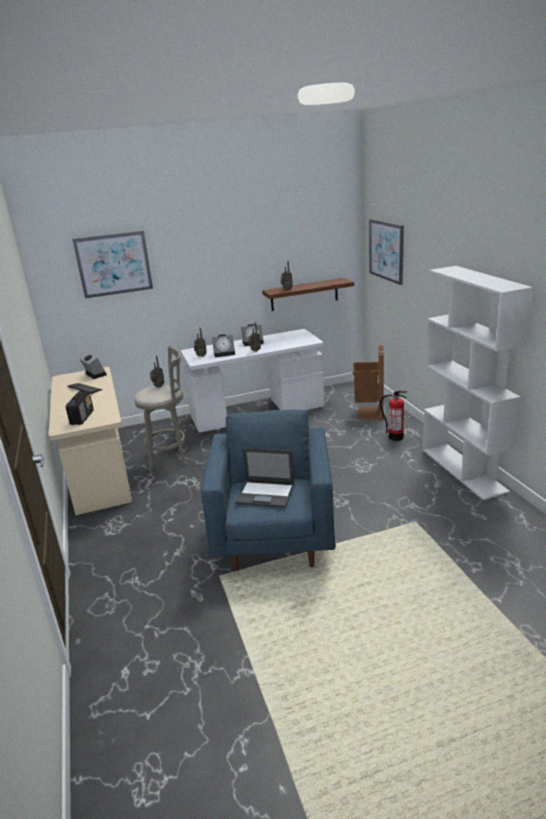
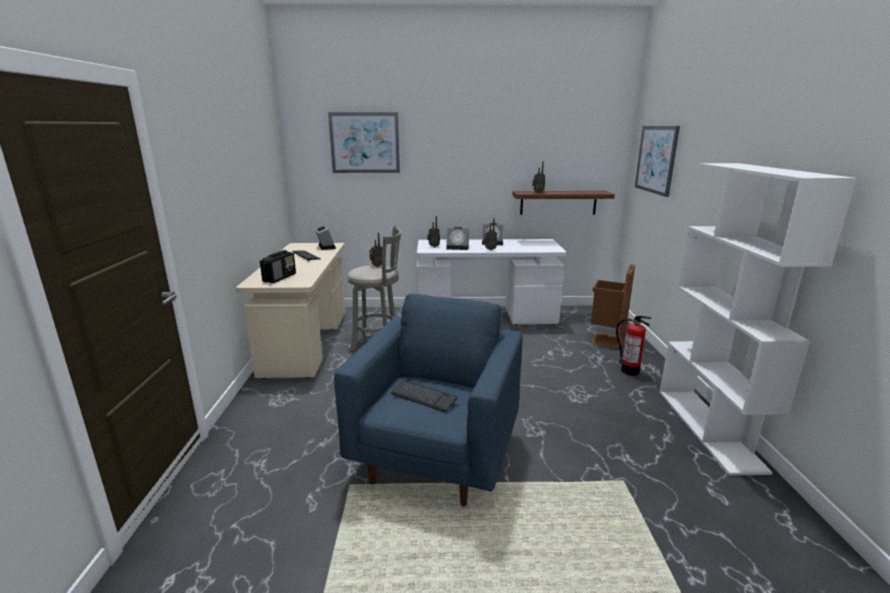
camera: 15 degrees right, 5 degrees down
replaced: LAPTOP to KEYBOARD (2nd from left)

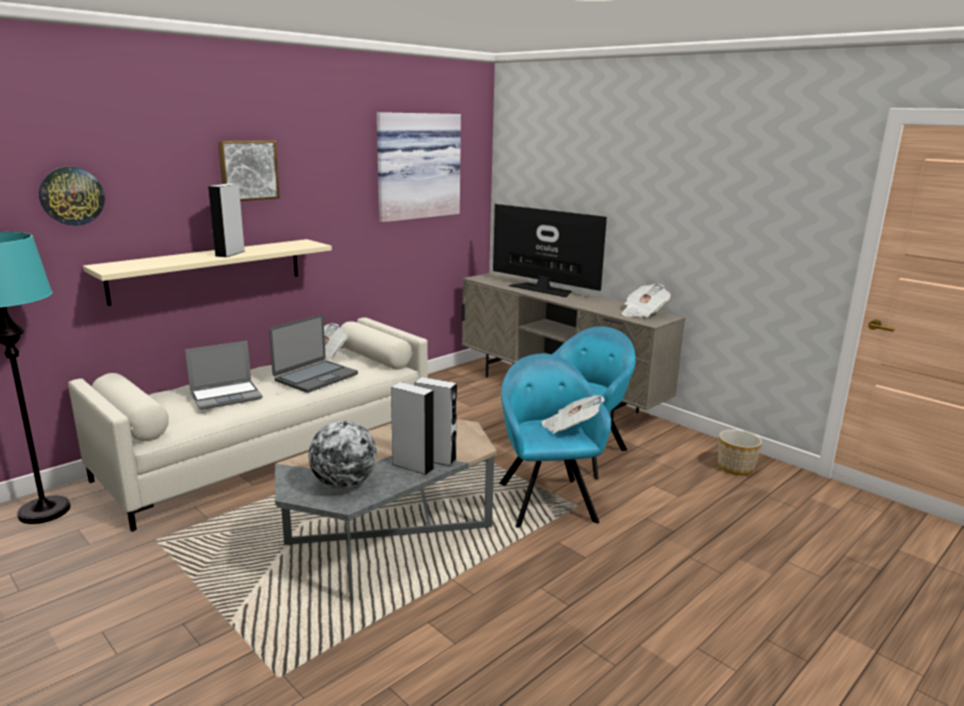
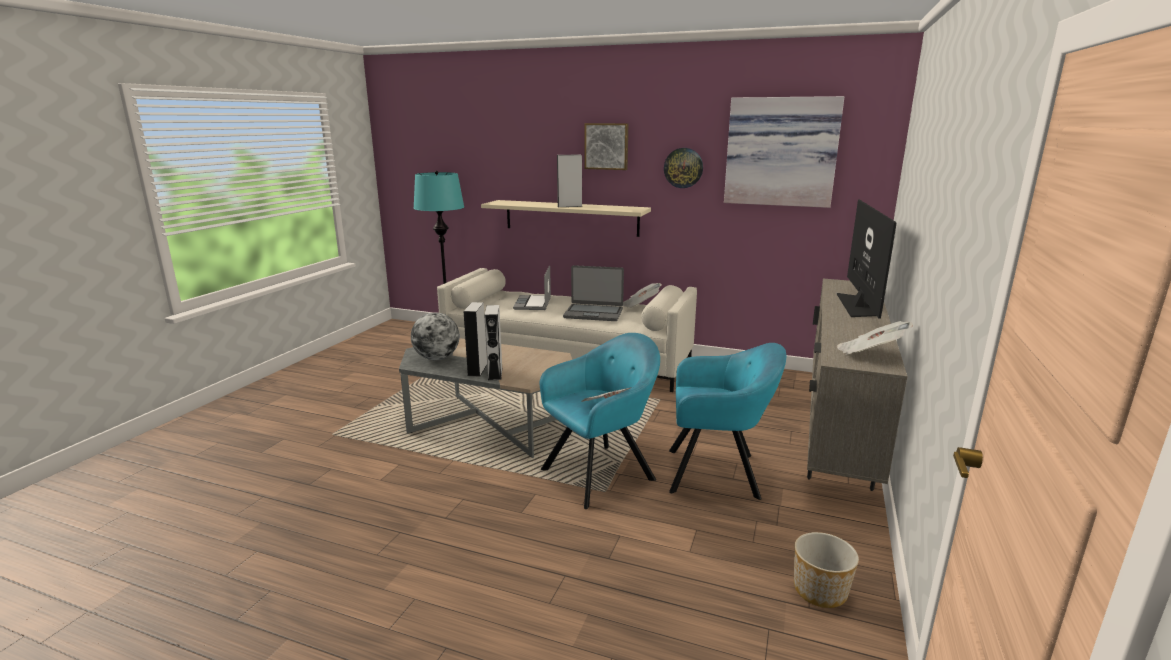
camera: 65 degrees right, 0 degrees up
moved: WALL CLOCK
turned: LAPTOP (1st from left) 60 degrees clockwise

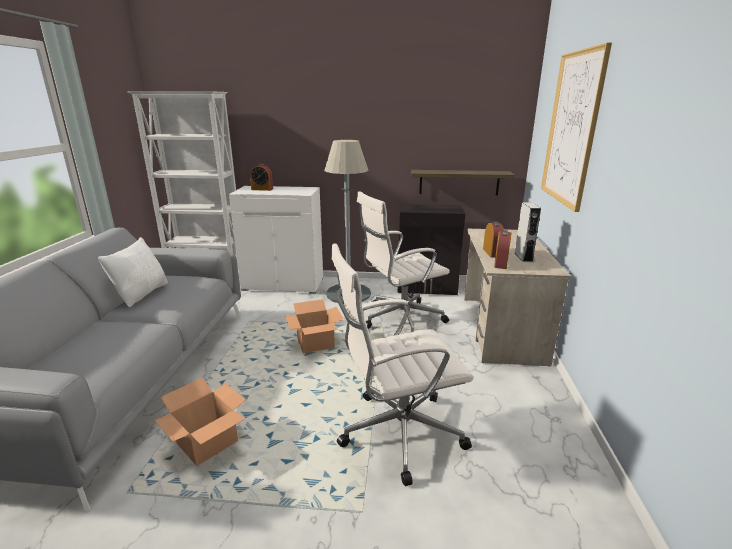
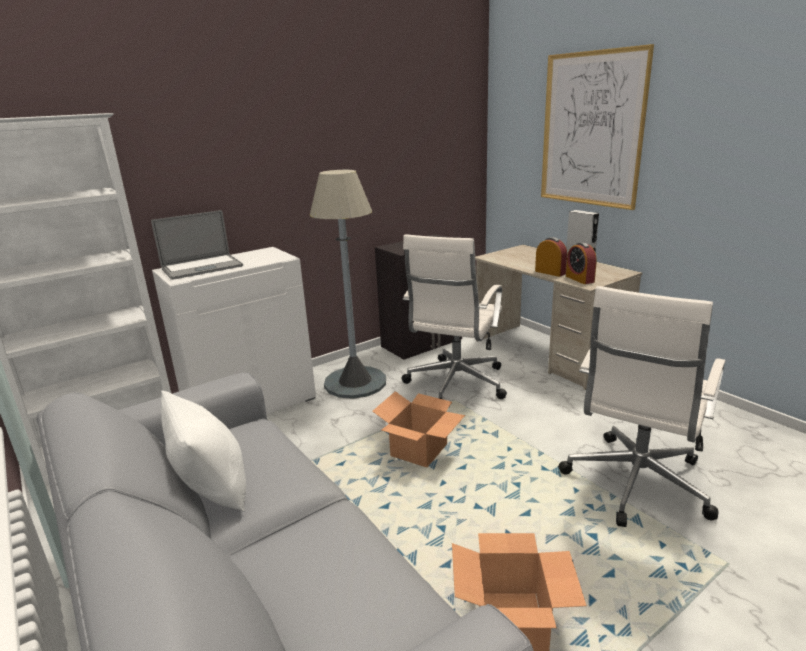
camera: 40 degrees left, 0 degrees up
removed: SHELF
replaced: ALARM CLOCK (1st from left) to LAPTOP

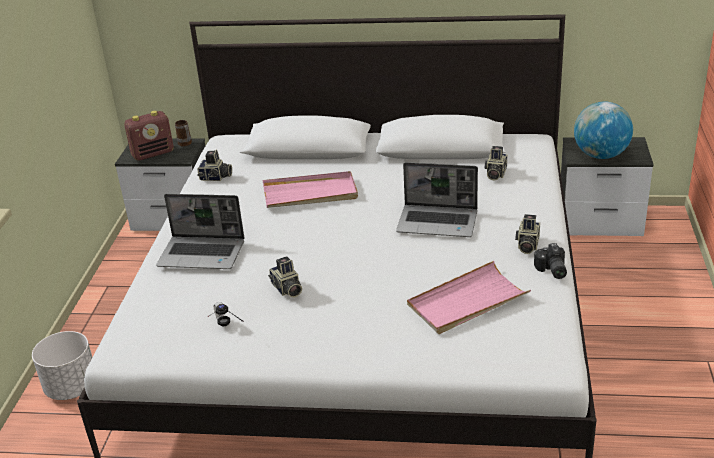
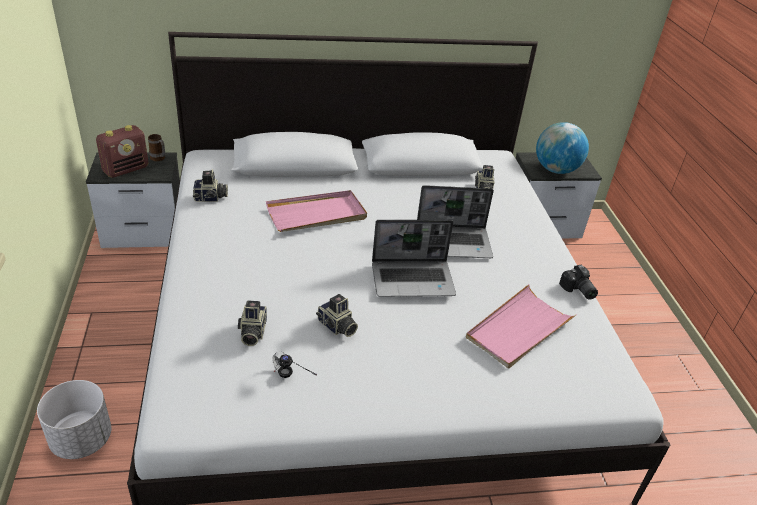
camera: 20 degrees left, 5 degrees up
moved: LAPTOP (1st from left); PHOTO CAMERA (4th from left in the first image) to PHOTO CAMERA (2nd from left)

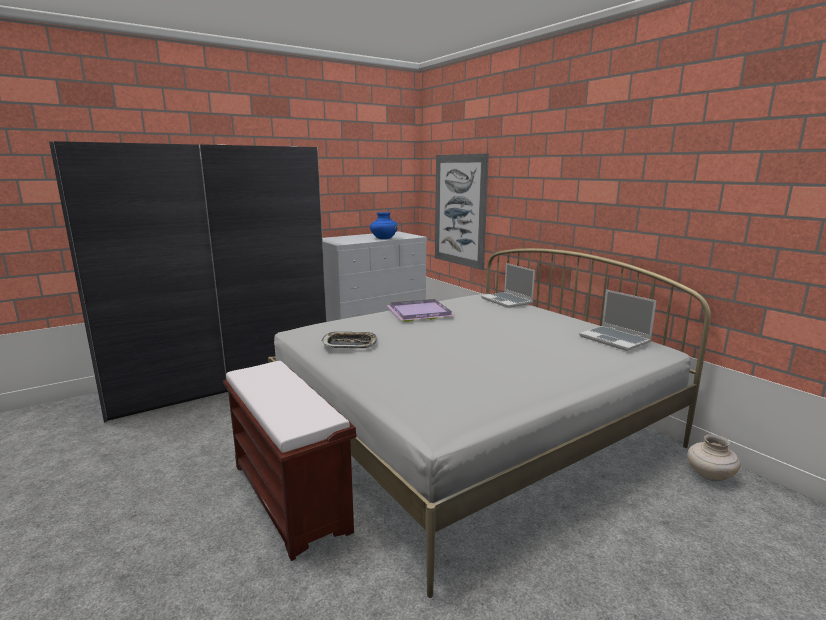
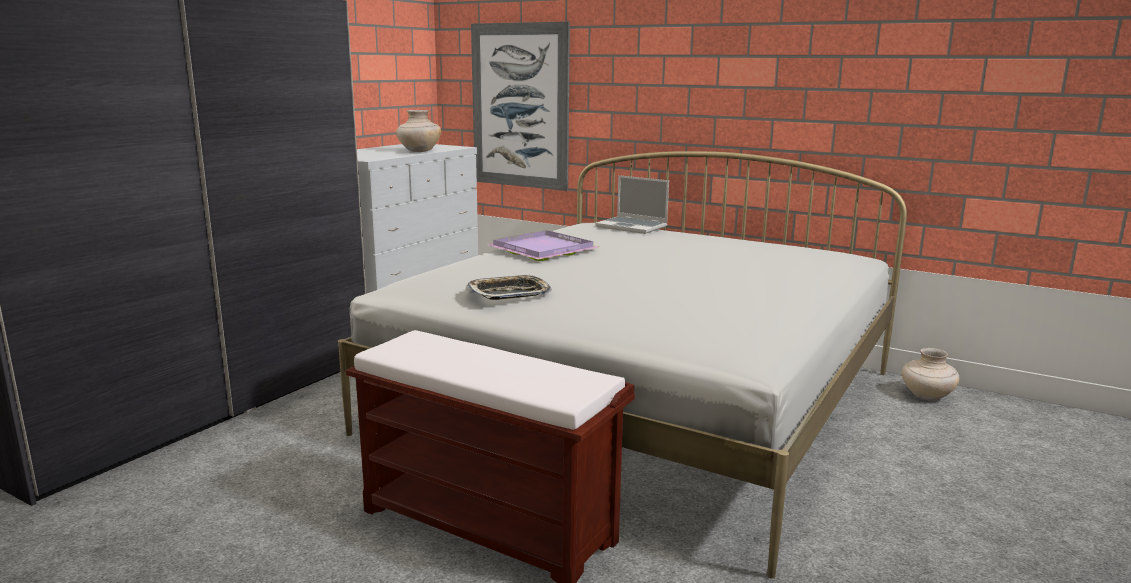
camera: 25 degrees left, 0 degrees up
removed: LAPTOP (2nd from left)
recoloured: BLUE VASE to BEIGE VASE (1st from left)

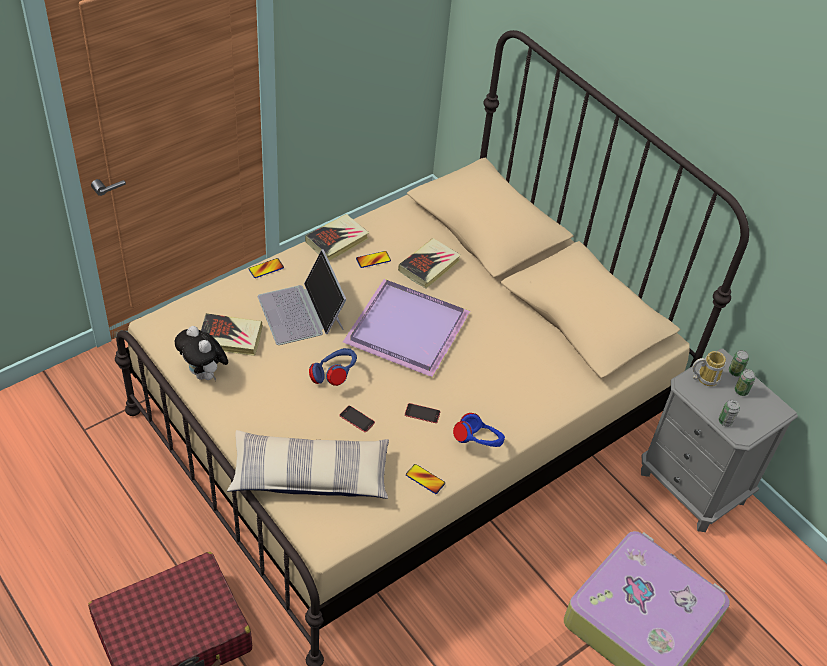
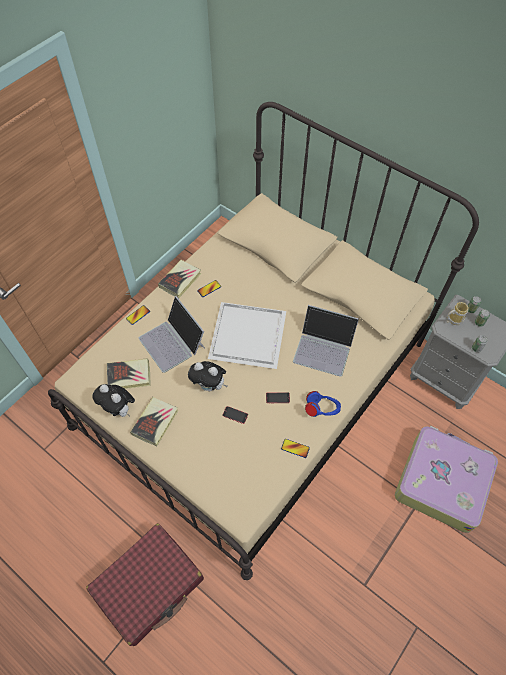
camera: 10 degrees left, 10 degrees up
removed: PILLOW
added: LAPTOP (2nd from left)
moved: BOOK (3rd from left in the first image) to BOOK (2nd from left)
replaced: BLUE HEADPHONES (1st from left) to PLUSH TOY (2nd from left)
recoloured: PURPLE TRAY to WHITE TRAY

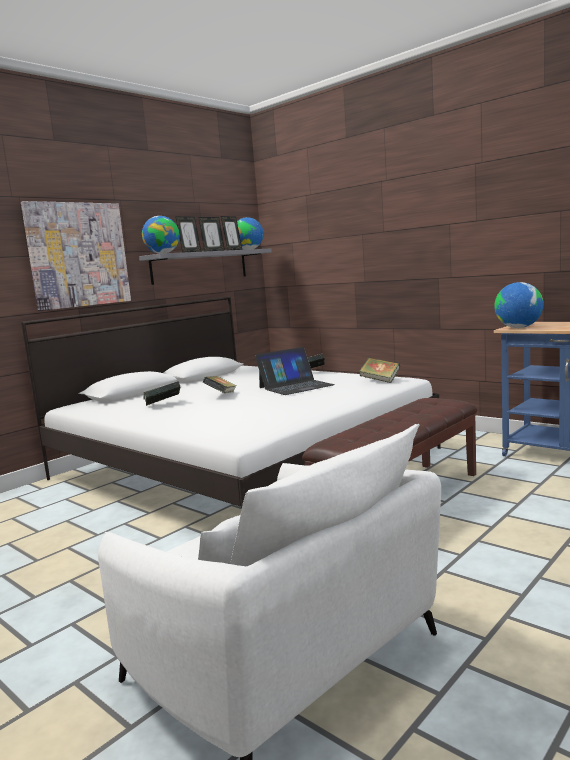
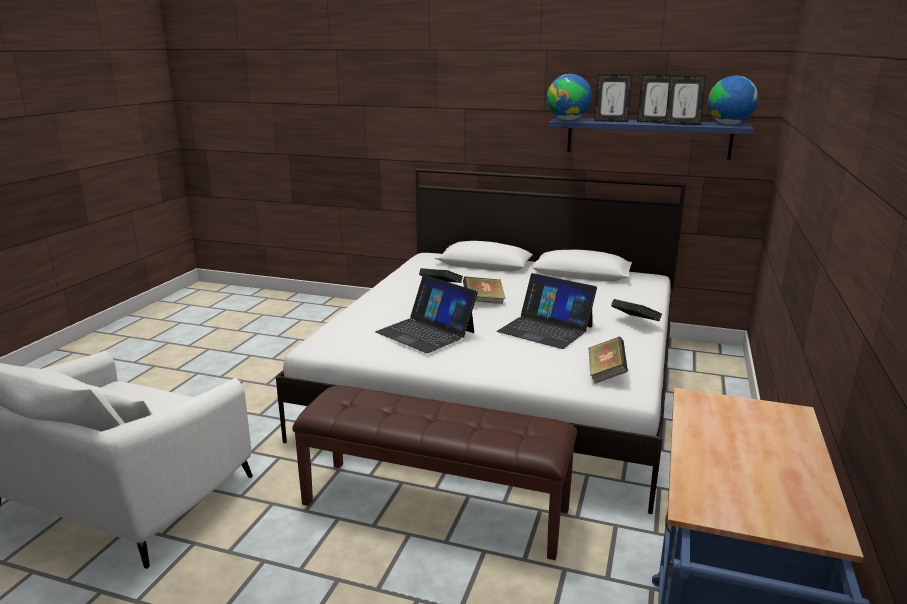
camera: 65 degrees right, 10 degrees up
removed: PICTURE; GLOBE (3rd from left)
added: LAPTOP (1st from left)
recoloured: GREY SHELF to BLUE SHELF

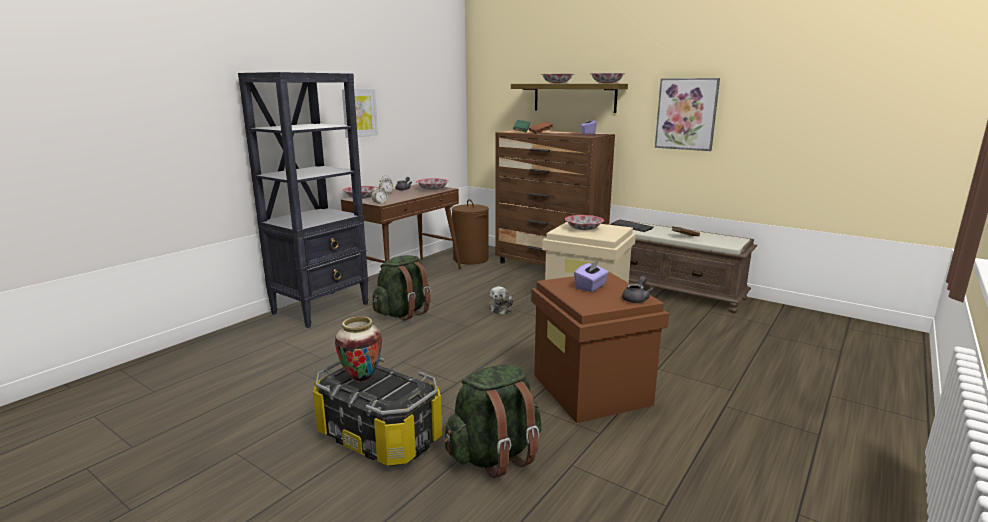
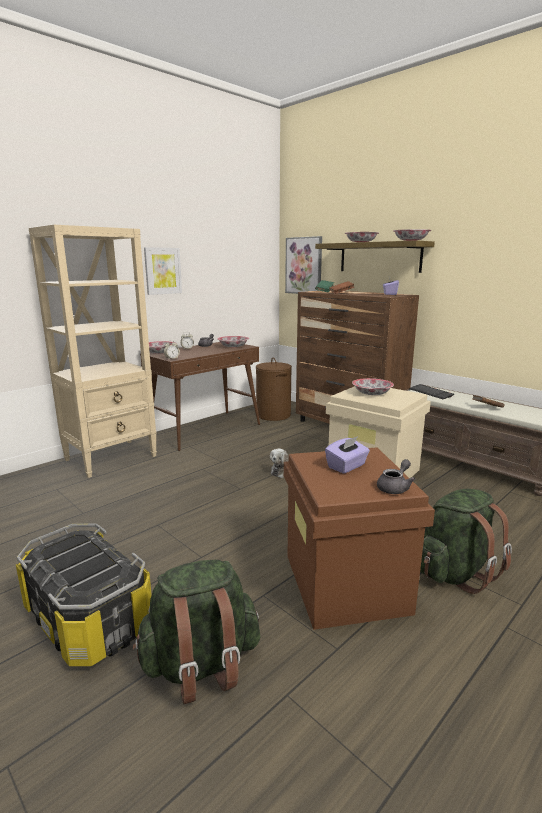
camera: 10 degrees right, 0 degrees up
removed: VASE
moved: GREEN BACKPACK (1st from left in the first image) to GREEN BACKPACK (2nd from left); PICTURE (2nd from left)
recoloured: BLACK BOOKCASE to BEIGE BOOKCASE

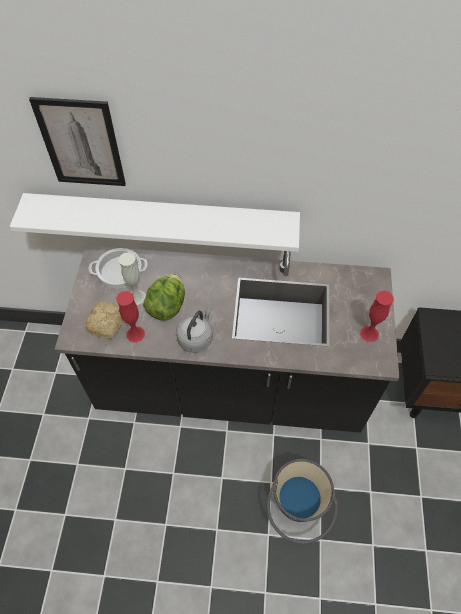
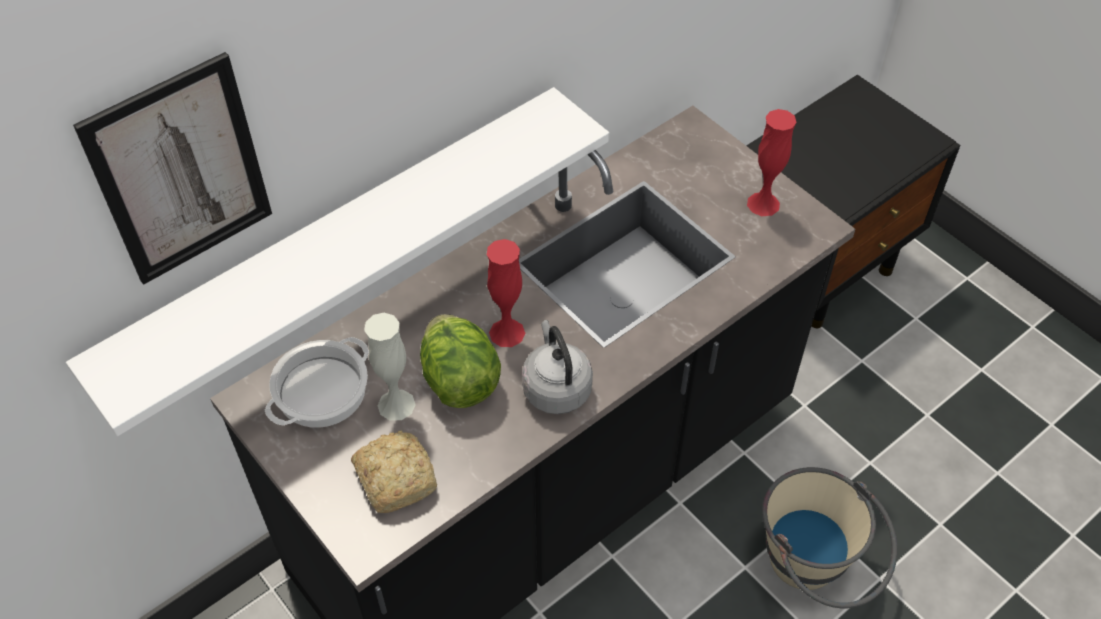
camera: 45 degrees left, 5 degrees down
moved: RED VASE (1st from left)

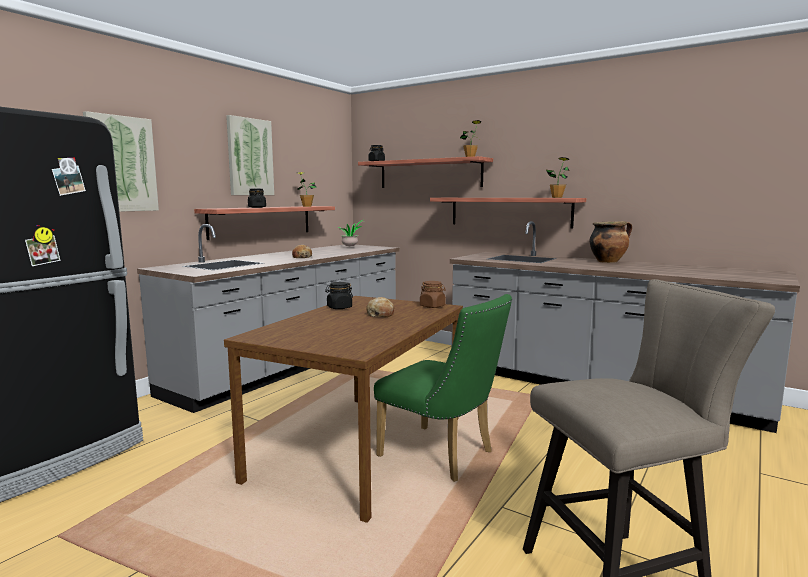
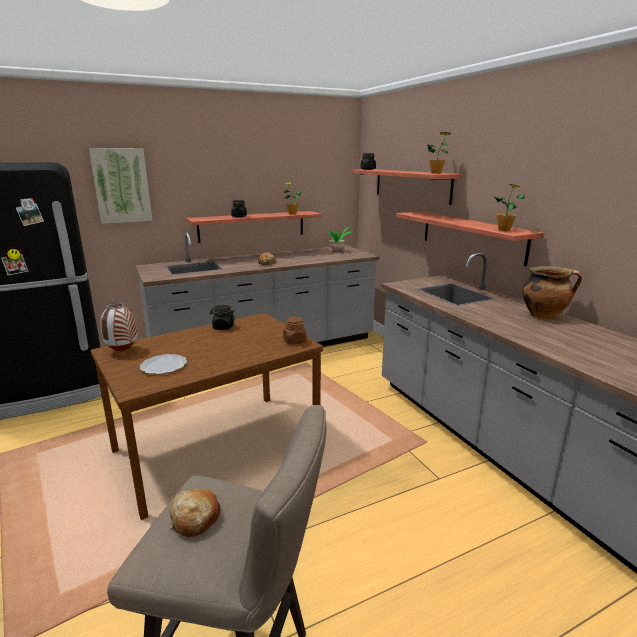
camera: 30 degrees right, 10 degrees up
removed: PICTURE (2nd from left); GREEN CHAIR
added: VASE; PLATE
moved: BREAD (2nd from left in the first image) to BREAD (1st from left)

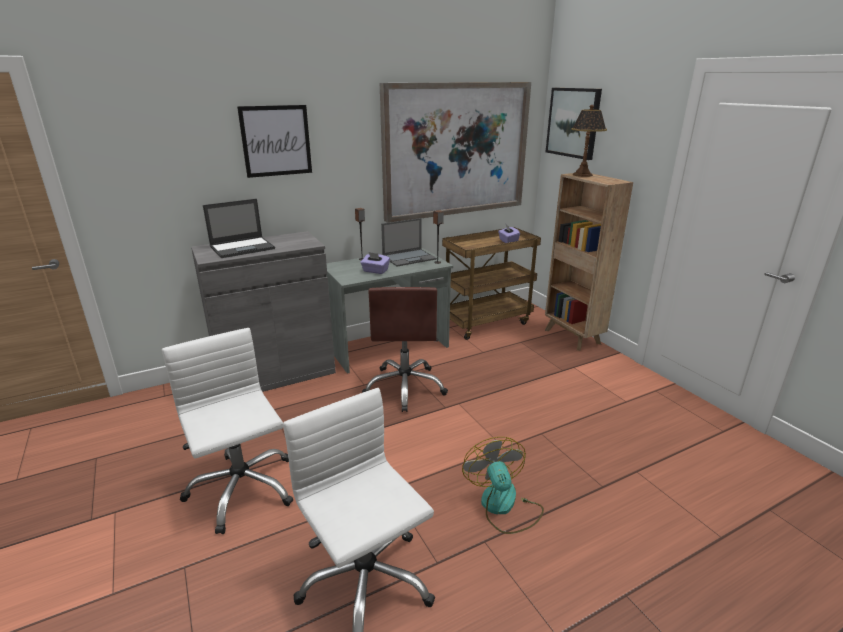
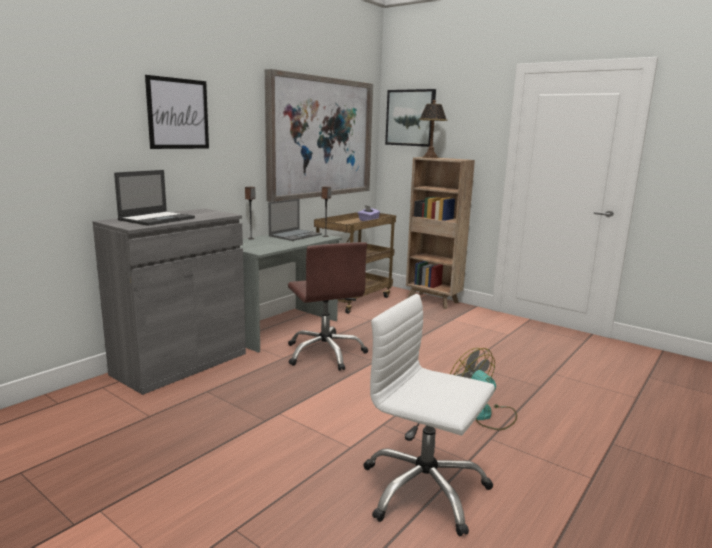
camera: 25 degrees left, 10 degrees down
removed: WHITE OFFICE CHAIR (1st from left); PURPLE TISSUE BOX (1st from left)

